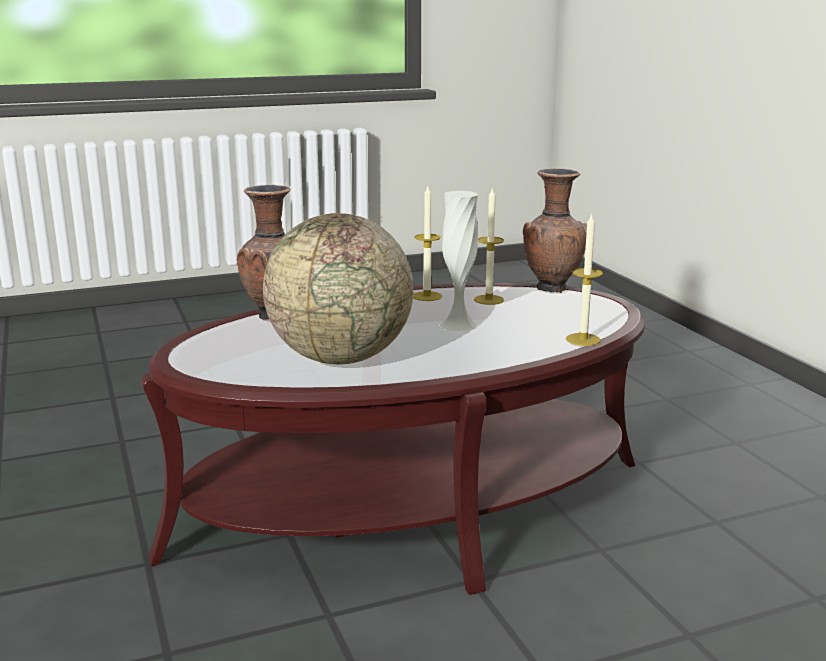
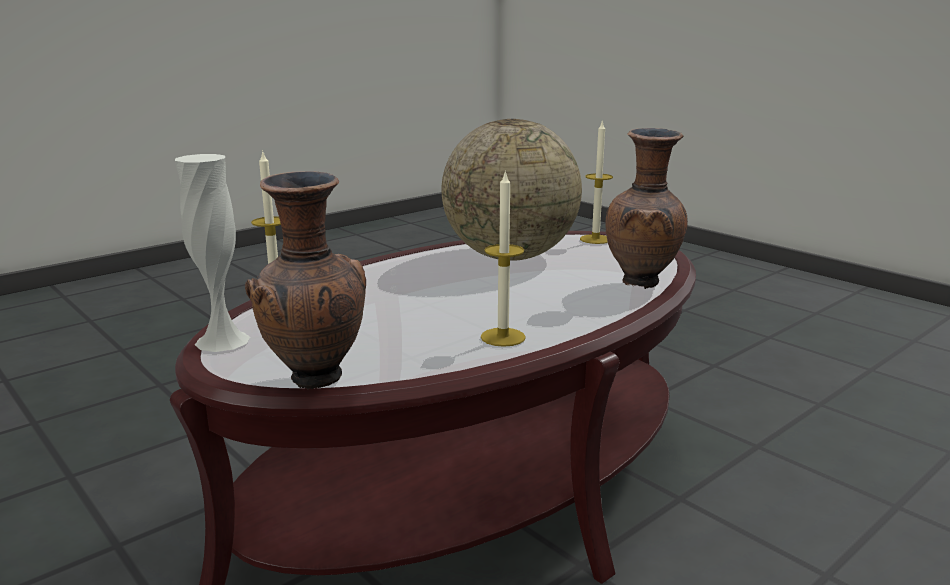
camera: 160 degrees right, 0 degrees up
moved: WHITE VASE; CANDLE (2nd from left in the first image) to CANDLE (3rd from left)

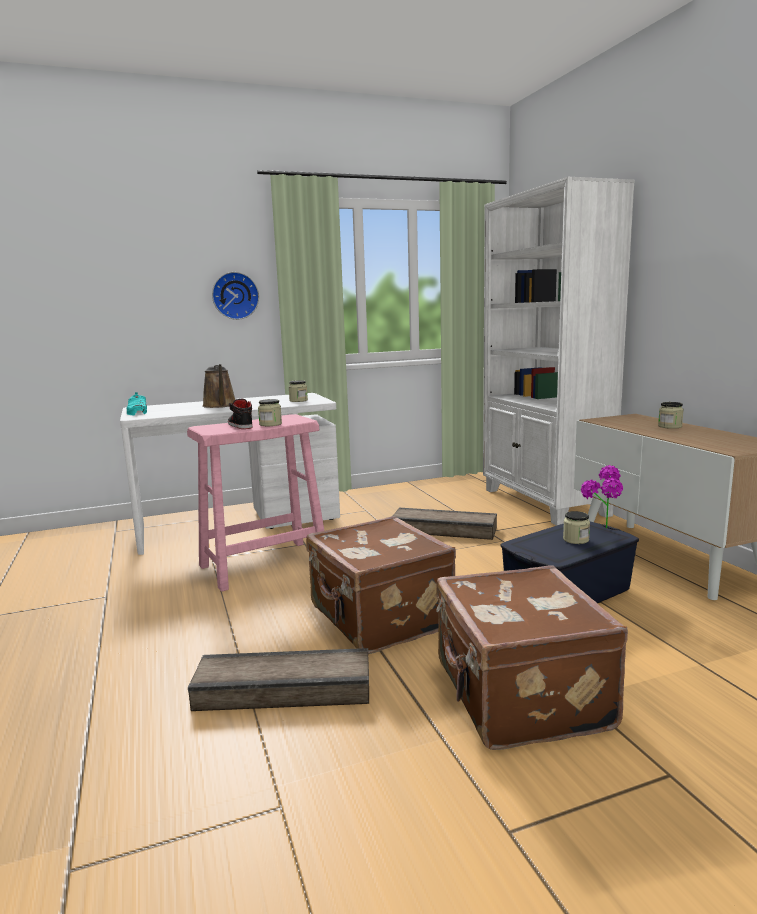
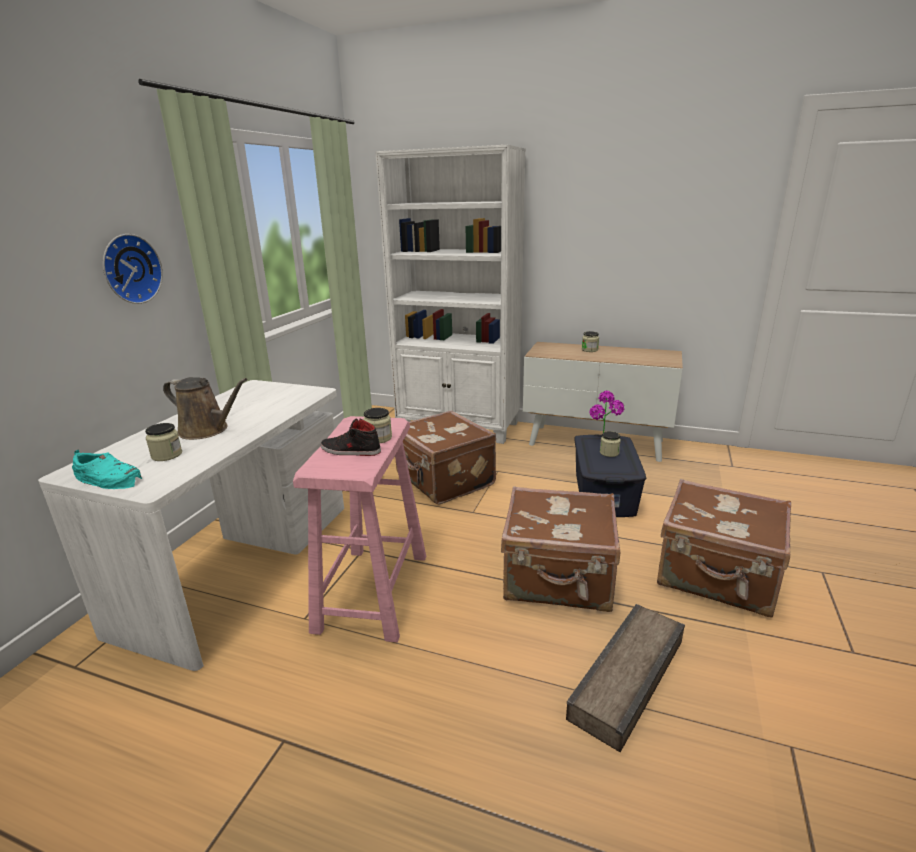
camera: 50 degrees left, 10 degrees up
moved: JAR (2nd from left in the first image) to JAR (1st from left)
replaced: CRATE (2nd from left) to BROWN SUITCASE (1st from left)

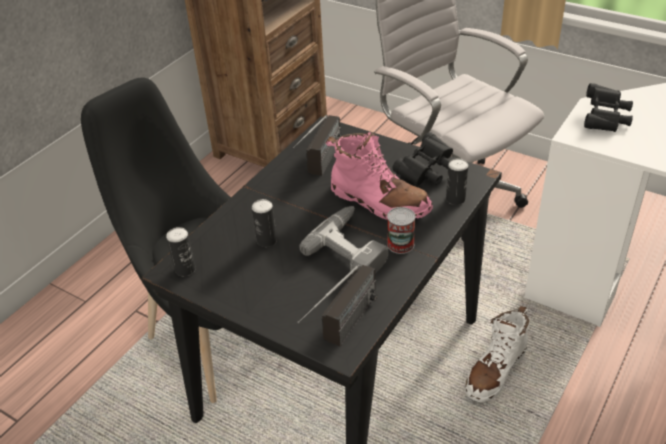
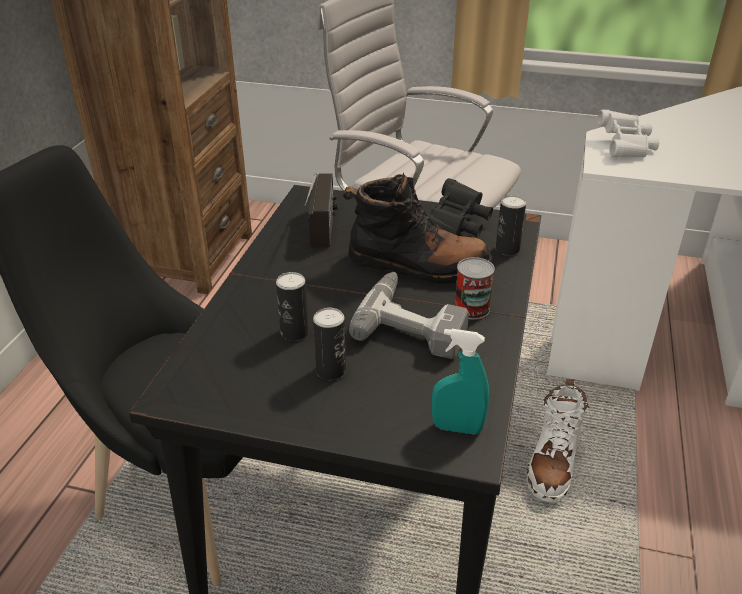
camera: 20 degrees left, 5 degrees down
moved: CAN (1st from left in the first image) to CAN (2nd from left)
replaced: RADIO (2nd from left) to TURQUOISE SPRAY BOTTLE
recoloured: PINK BOOT to BLACK BOOT; BLACK BINOCULARS (2nd from left) to WHITE BINOCULARS

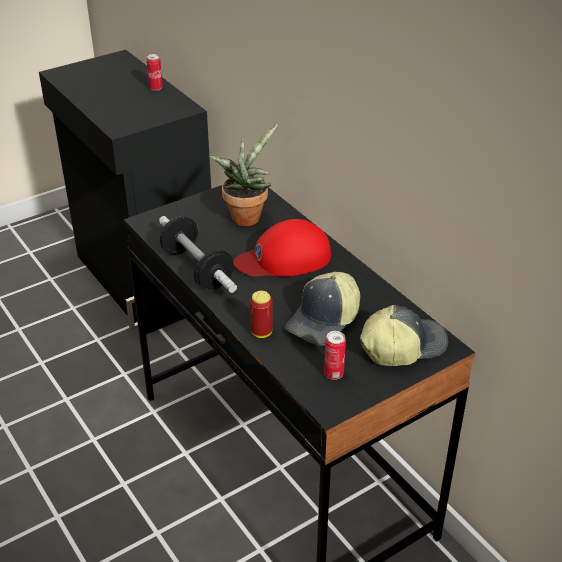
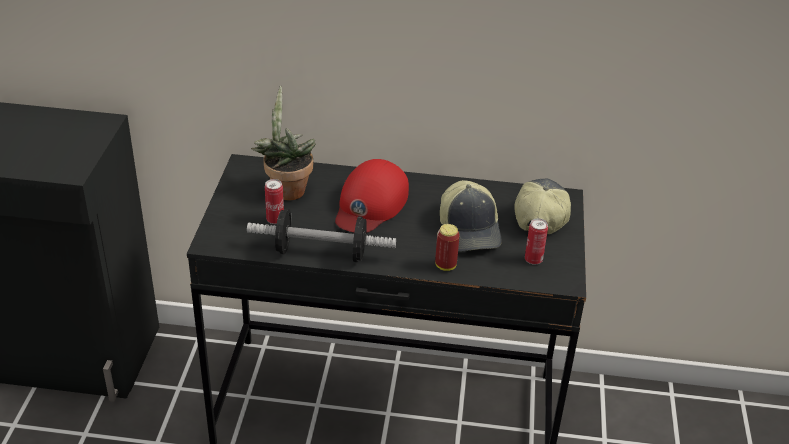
camera: 50 degrees left, 0 degrees up
moved: CAN (1st from left)

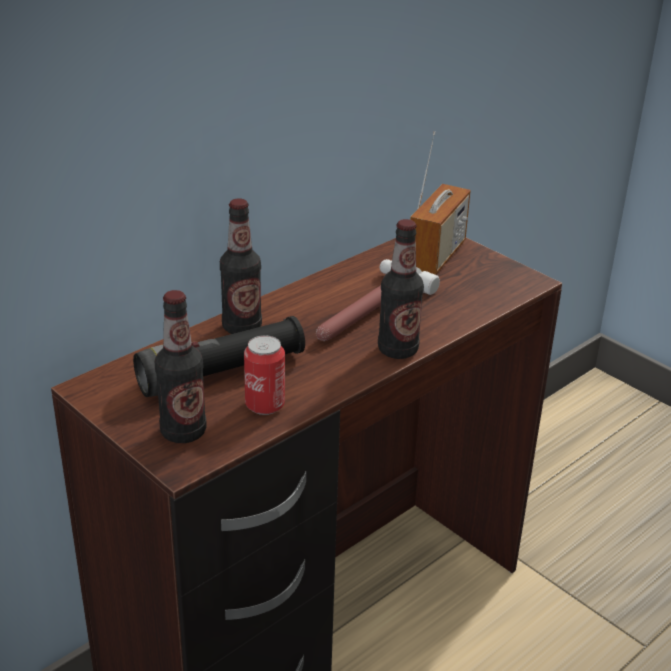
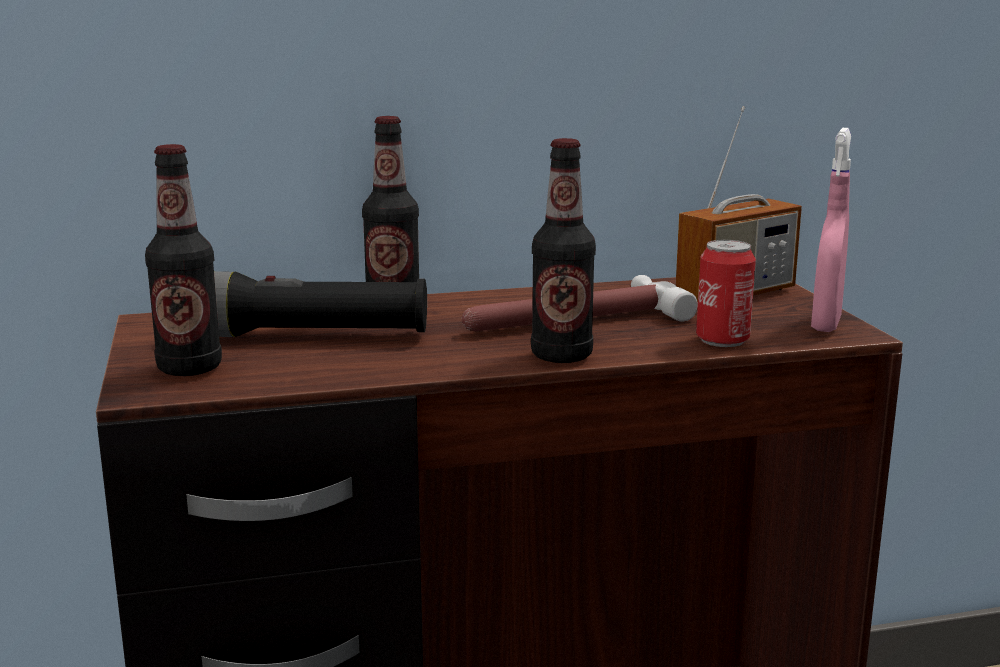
camera: 30 degrees right, 15 degrees down
added: PINK SPRAY BOTTLE
moved: CAN

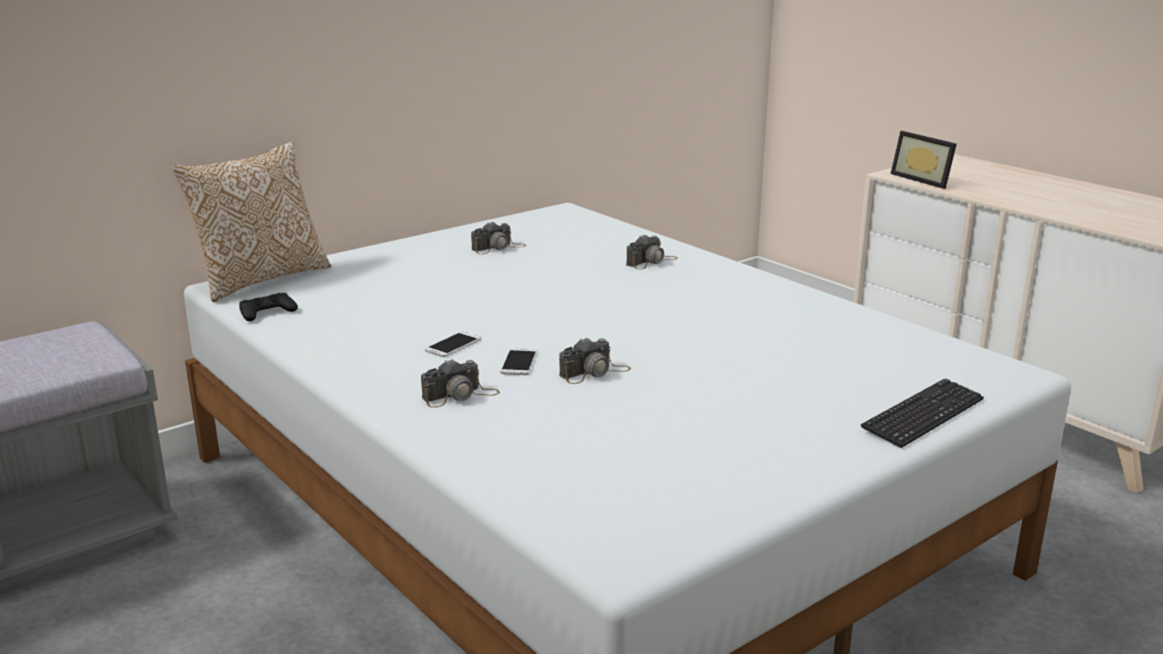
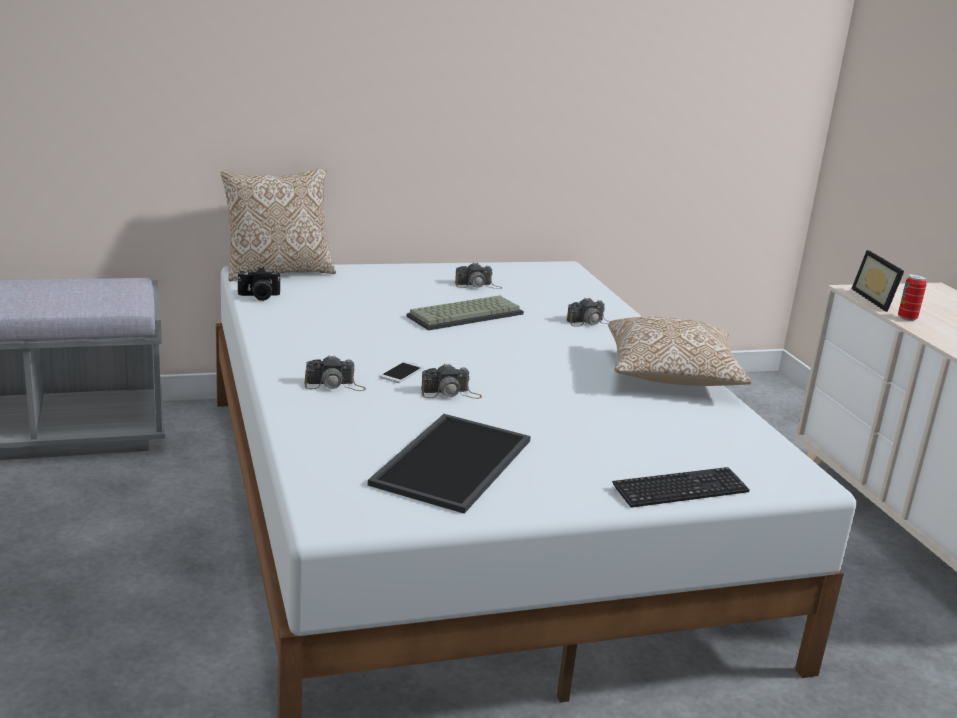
camera: 20 degrees right, 0 degrees up
removed: PHONE (1st from left)
added: TRAY; KEYBOARD (1st from left); PILLOW (2nd from left); CAN
replaced: BLACK GAME CONTROLLER to PHOTO CAMERA (1st from left)

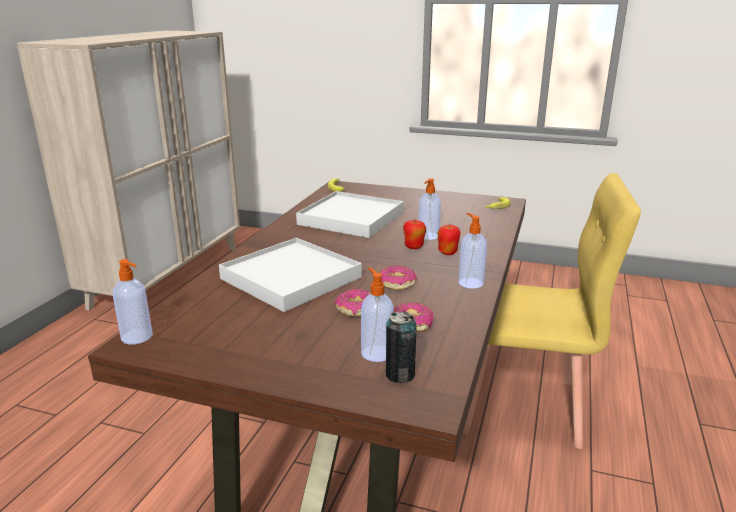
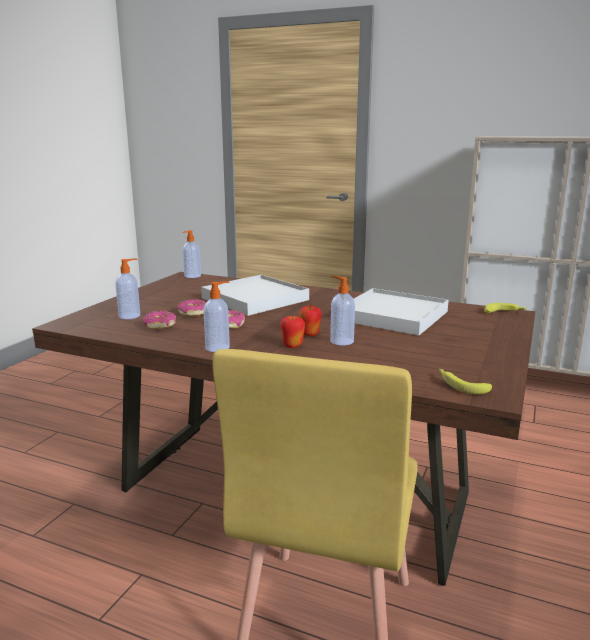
camera: 95 degrees right, 5 degrees down
removed: CAN

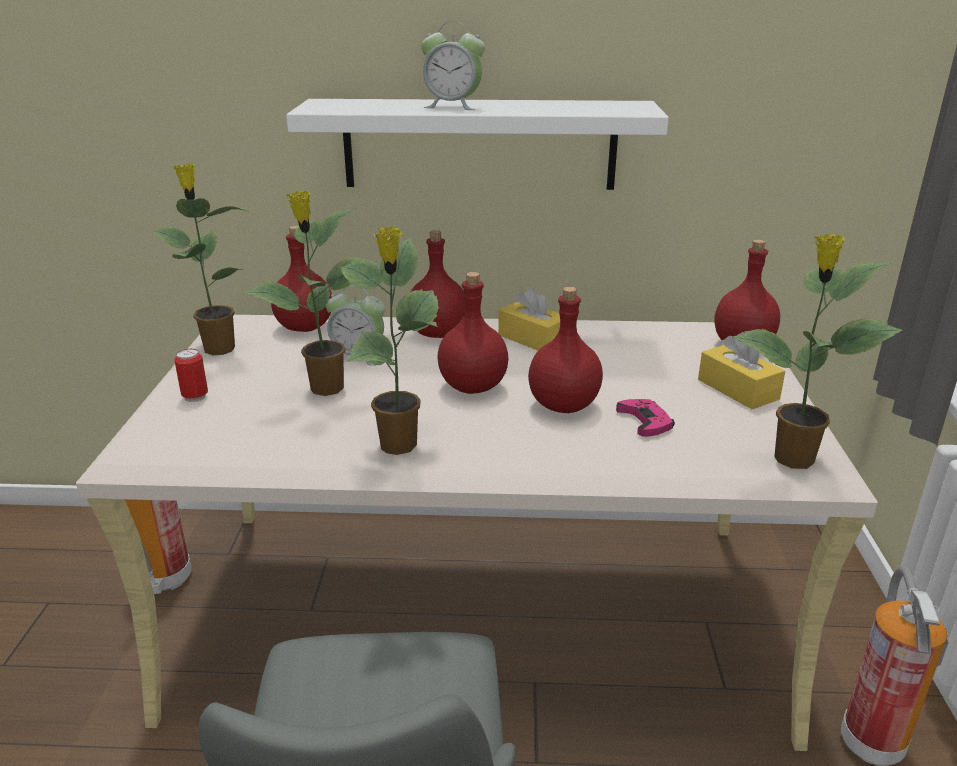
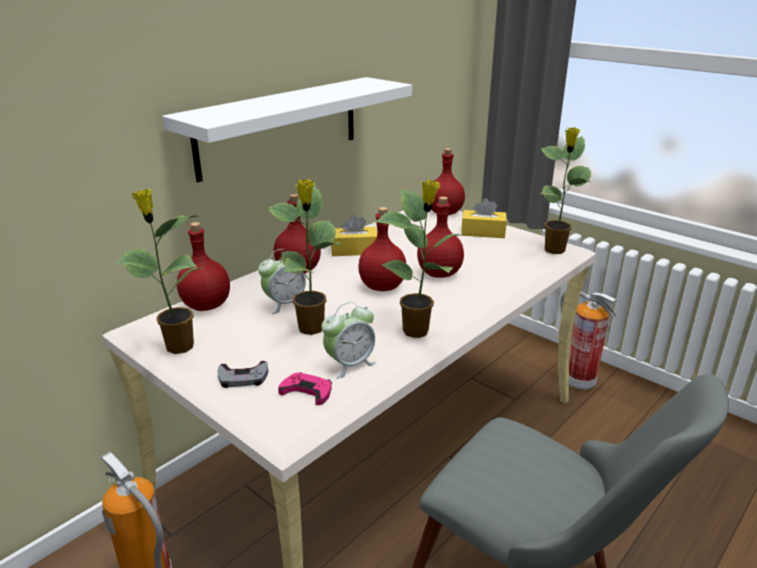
camera: 50 degrees left, 0 degrees up
moved: ALARM CLOCK (2nd from left); PINK GAME CONTROLLER
replaced: CAN to GREY GAME CONTROLLER

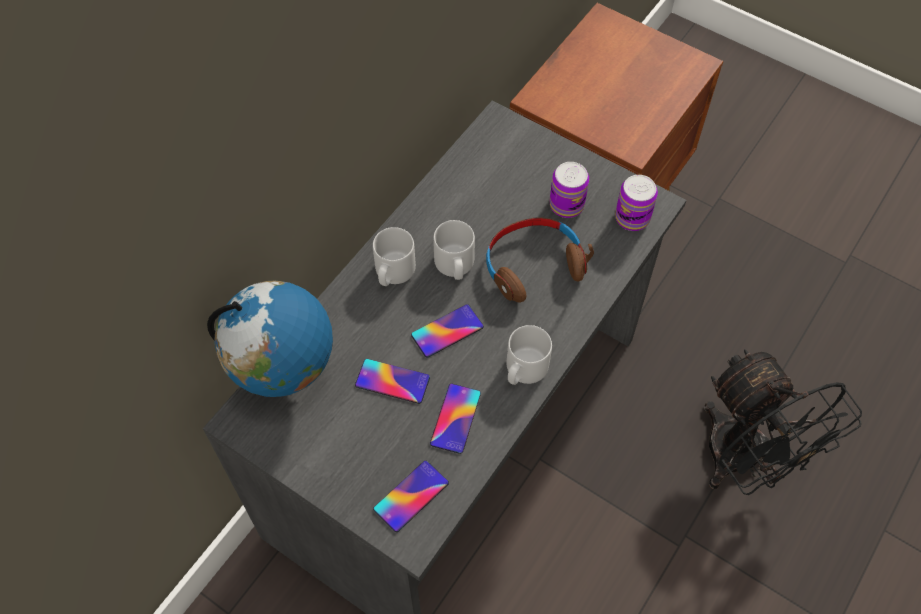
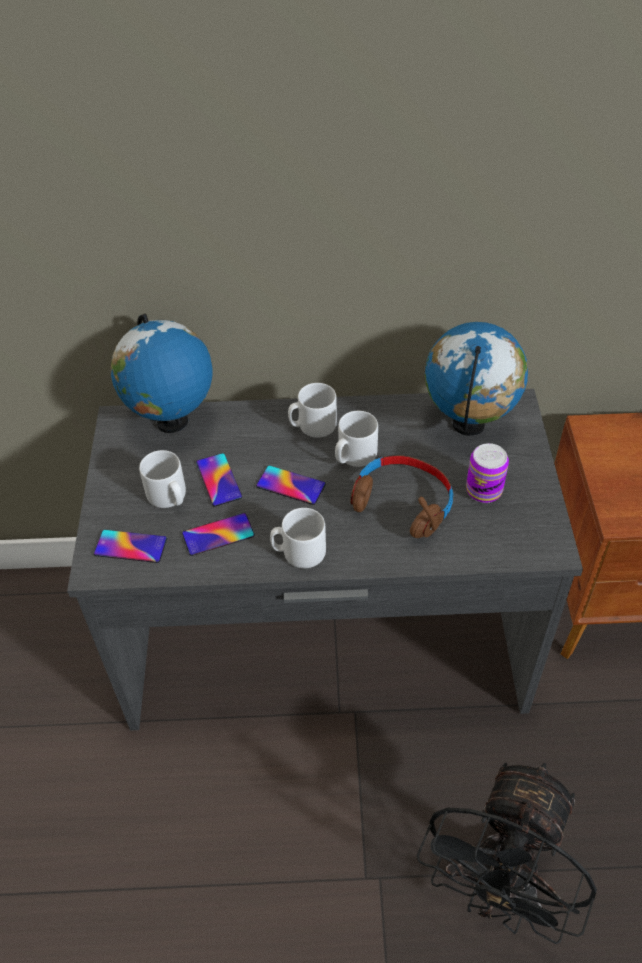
camera: 55 degrees right, 10 degrees down
removed: CAN (2nd from left)
added: GREY MUG (1st from left); GLOBE (2nd from left)

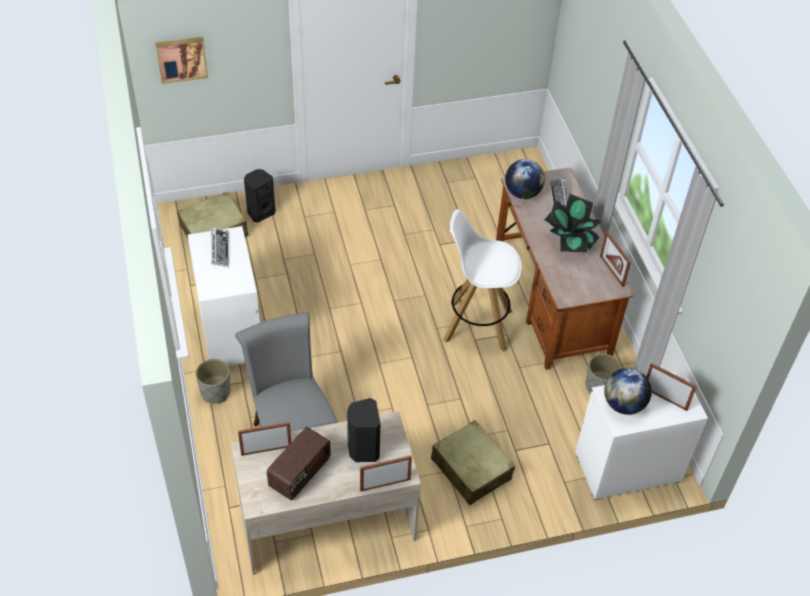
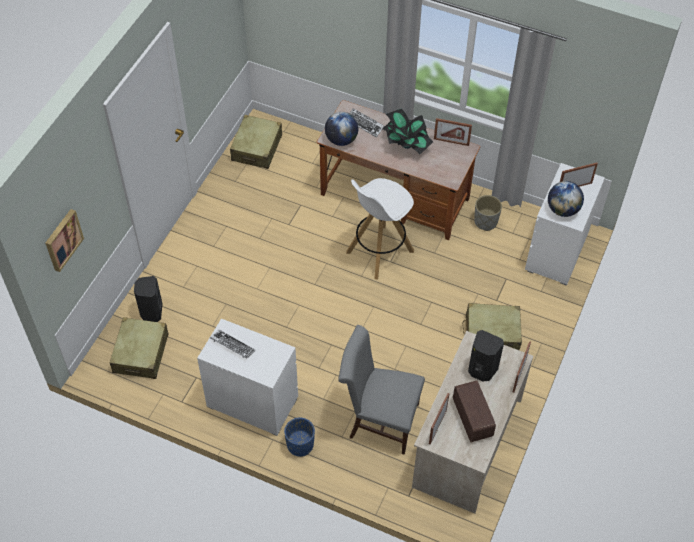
camera: 50 degrees left, 5 degrees up
added: BEIGE SUITCASE (2nd from left)
recoloured: GREY PLANTER (1st from left) to BLUE PLANTER

